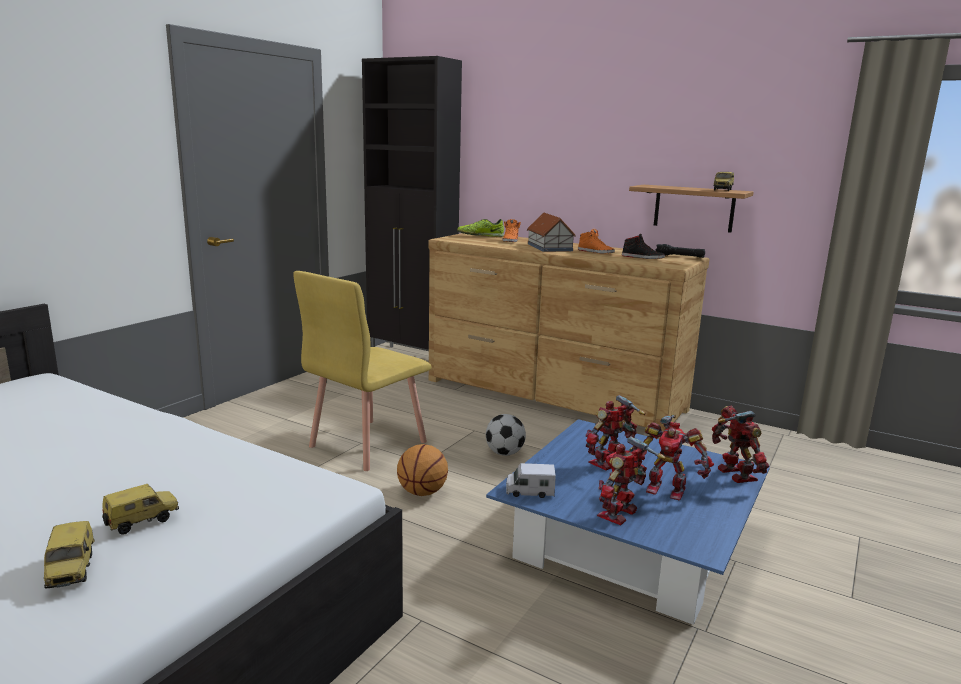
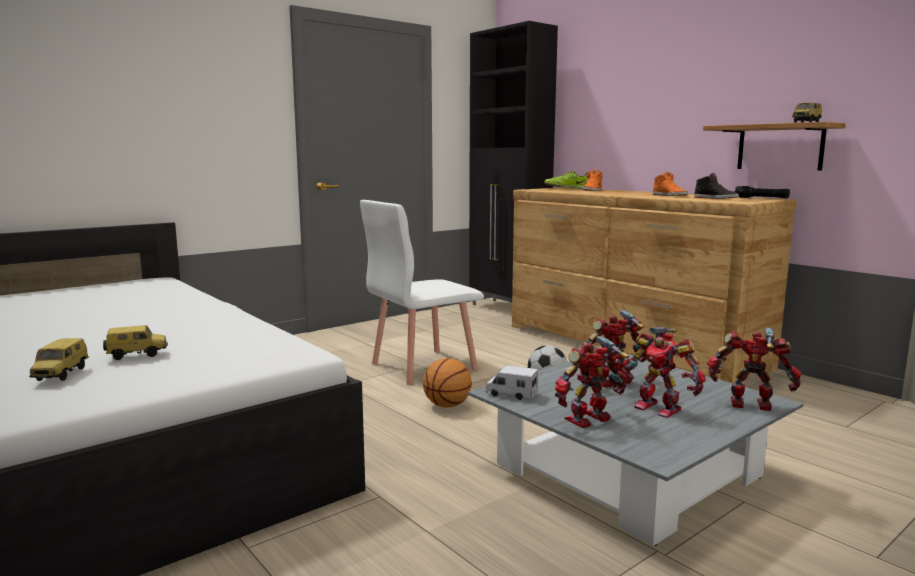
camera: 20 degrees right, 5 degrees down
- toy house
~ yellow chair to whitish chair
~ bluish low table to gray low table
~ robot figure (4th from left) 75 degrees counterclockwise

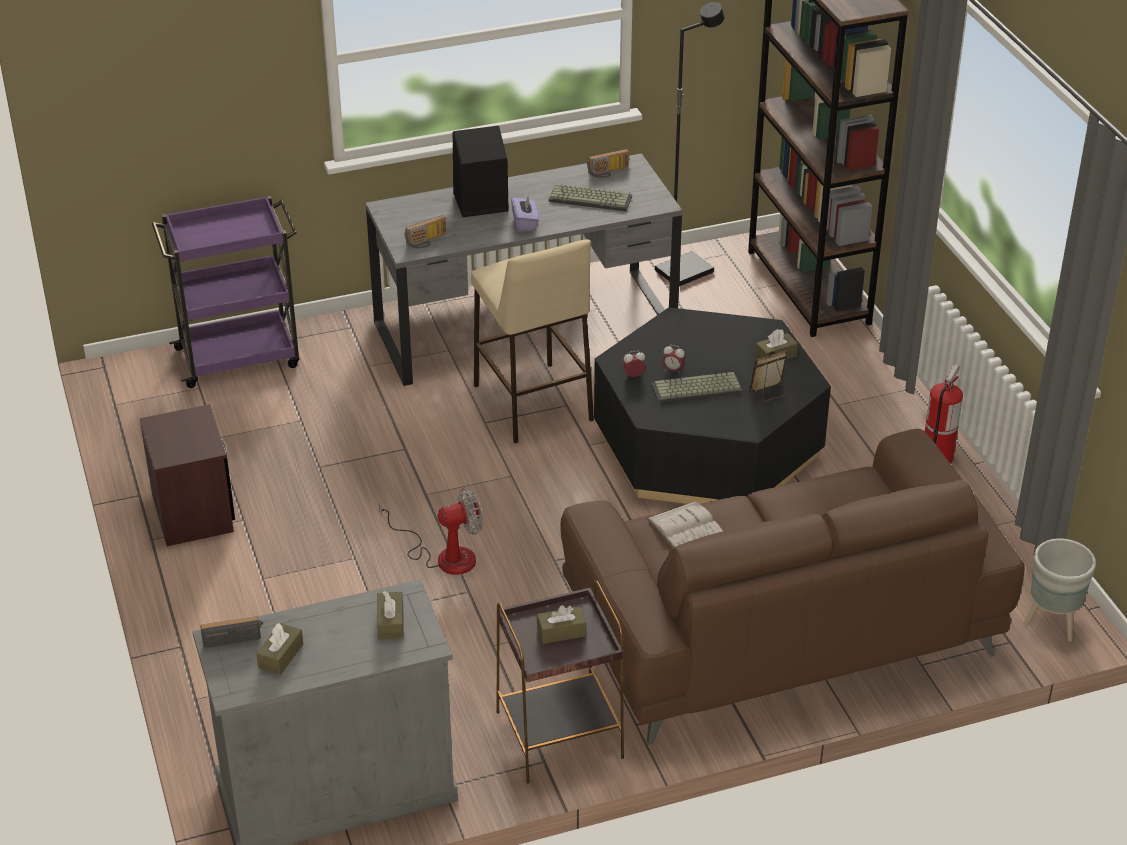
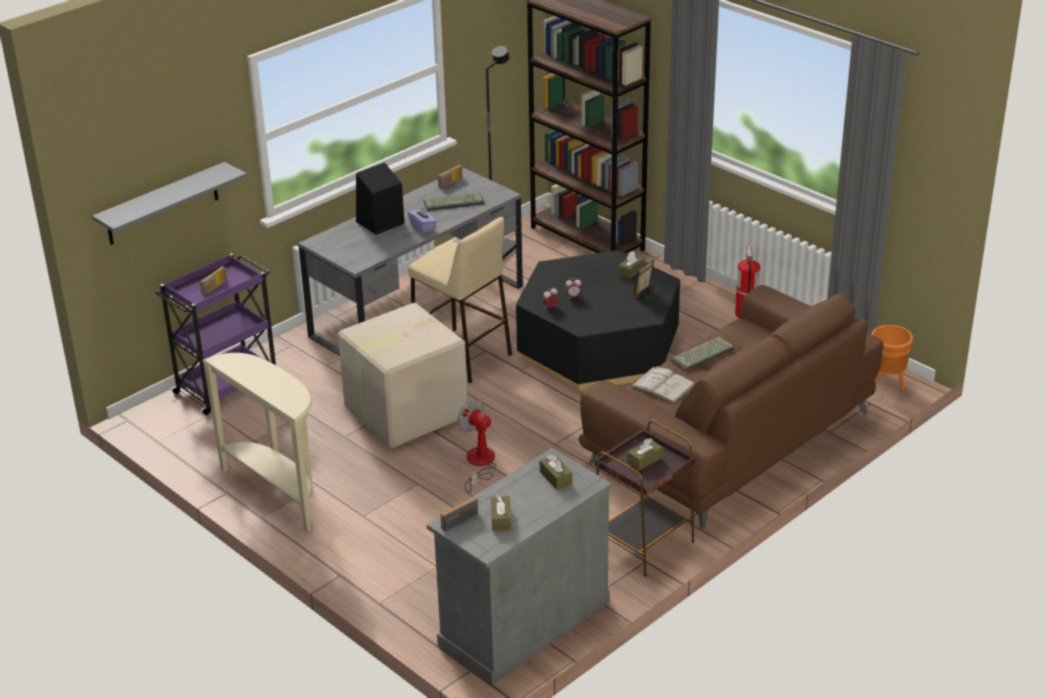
camera: 25 degrees left, 5 degrees down
+ gray bracket shelf
+ cardboard box
~ radio set (2nd from left in the first image) to radio set (1st from left)
~ keyboard (2nd from left)
~ brown-coloured nightstand to sand-coloured console table
~ gray plant pot to orangey plant pot
~ fan 90 degrees counterclockwise

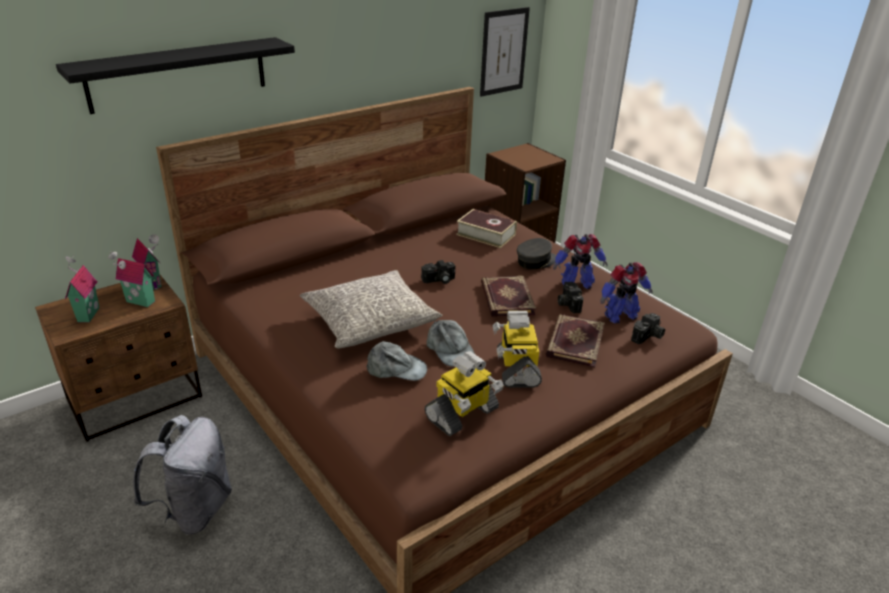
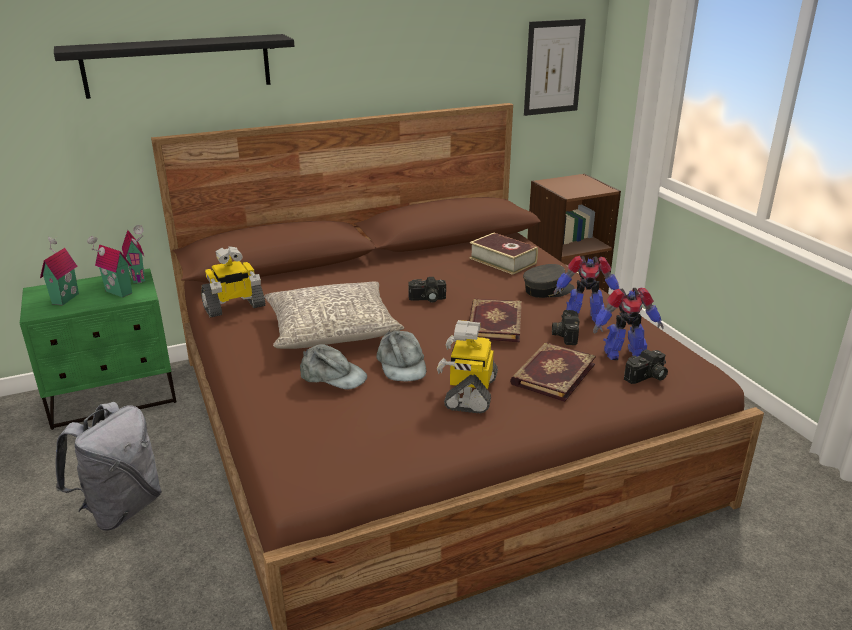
camera: 15 degrees right, 5 degrees down
~ robot figure (1st from left)
~ brown-coloured nightstand to green-coloured nightstand

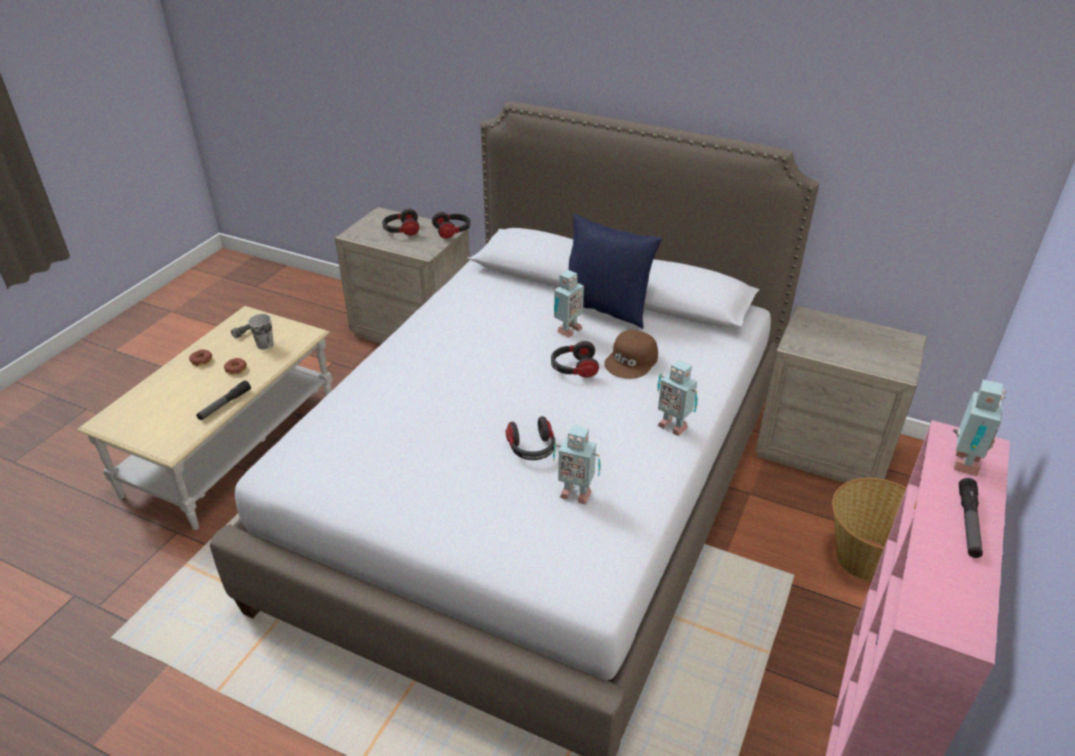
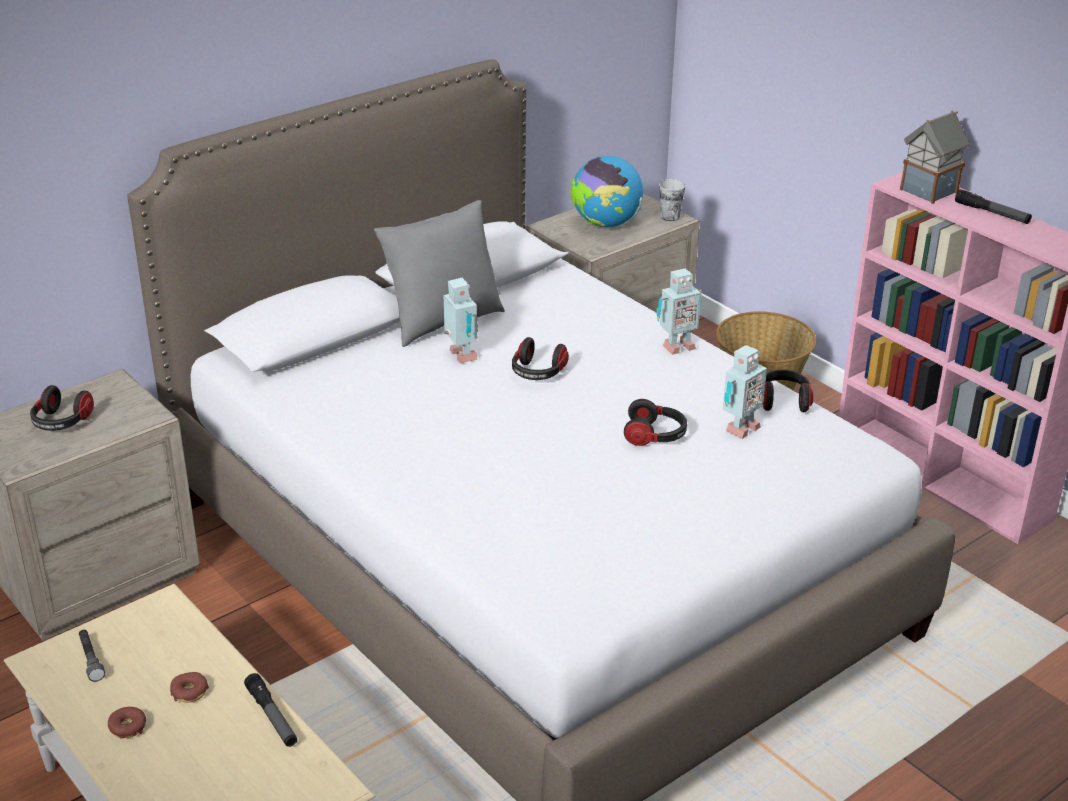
camera: 65 degrees left, 5 degrees down
- brown-coloured baseball cap
+ desk globe
~ drinking cup
~ headset (2nd from left in the first image) to headset (4th from left)
~ robot figure (4th from left) to toy house
~ bluish throw pillow to gray throw pillow

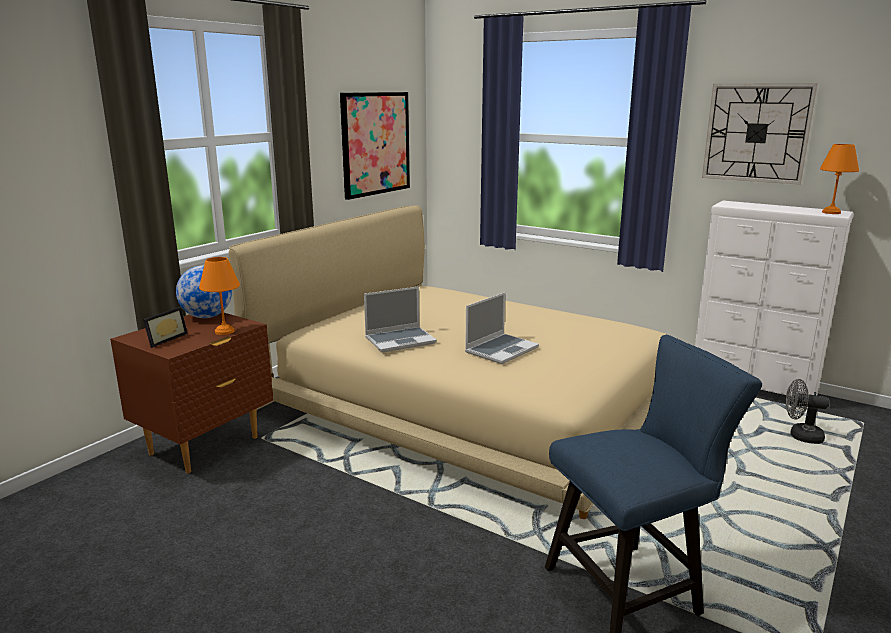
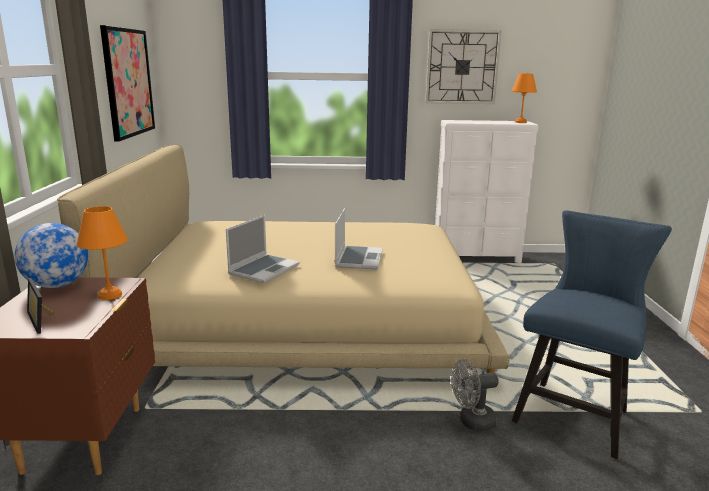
camera: 35 degrees left, 0 degrees up
~ gray fan
~ picture frame 150 degrees clockwise

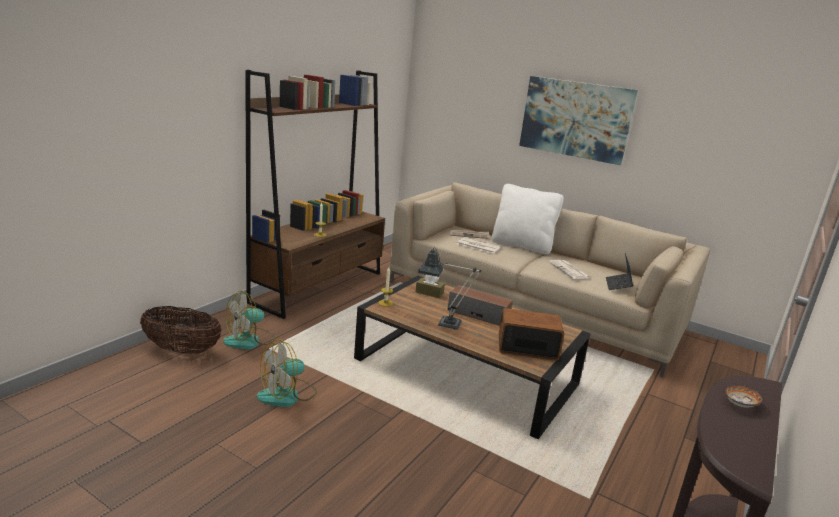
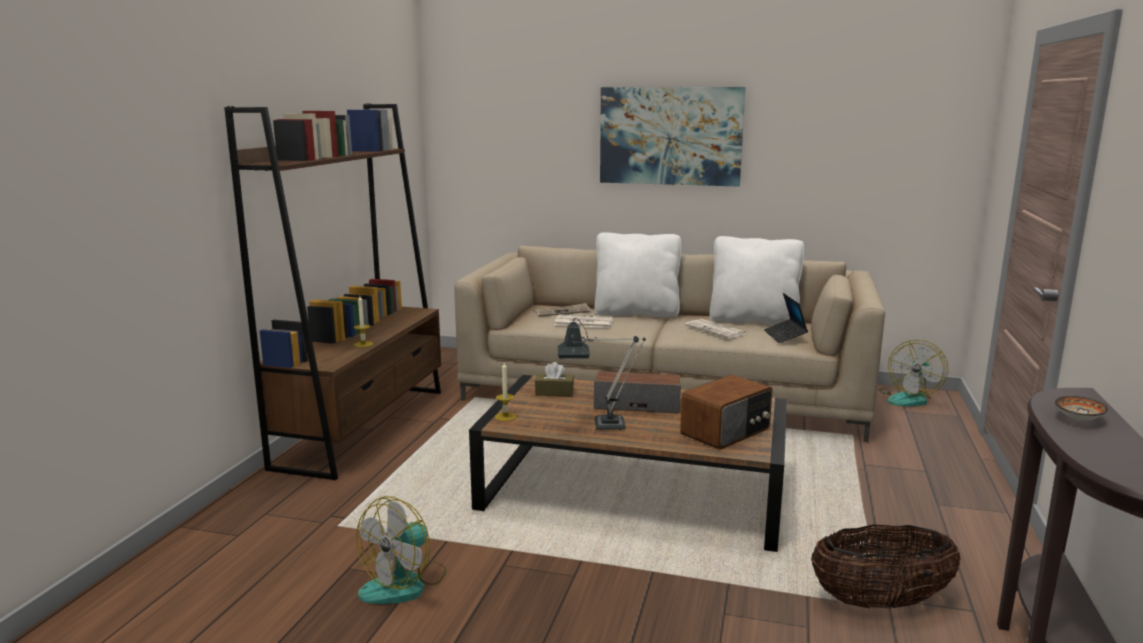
camera: 15 degrees left, 5 degrees down
+ whitish throw pillow (2nd from left)
~ basket
~ fan (1st from left in the first image) to fan (2nd from left)
~ radio set 150 degrees clockwise

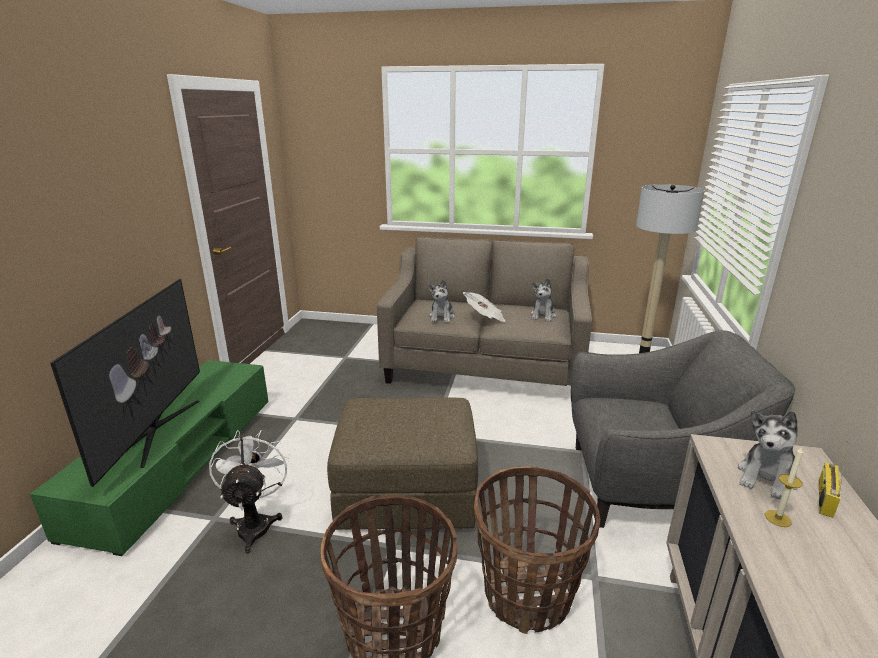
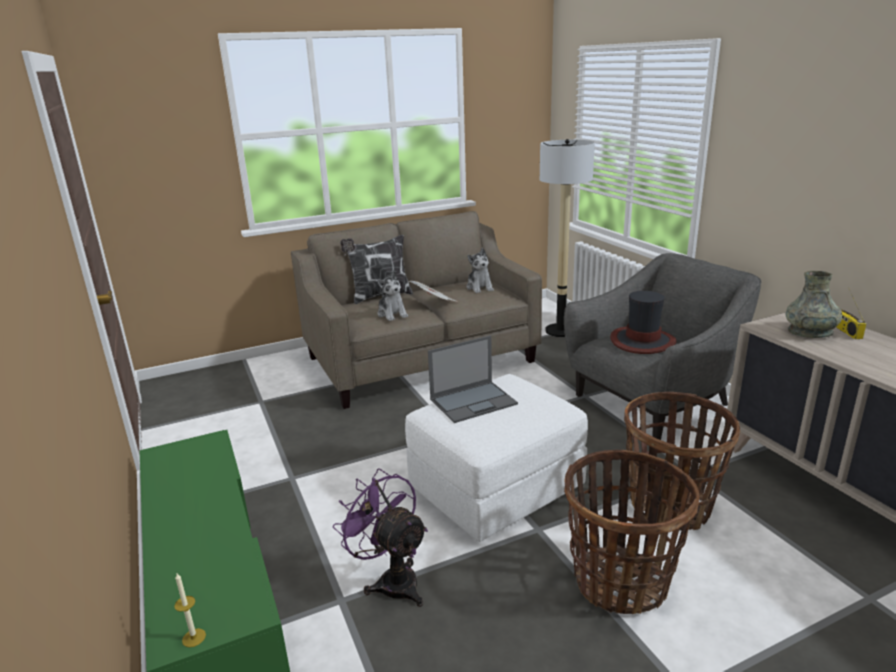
camera: 35 degrees left, 0 degrees up
- TV
+ throw pillow
+ laptop
+ clothing hat
~ wax candle
~ cuddly toy (3rd from left) to gray decorative vase
~ whitish fan to purple-coloured fan
~ brown-coloured footrest to whitish footrest

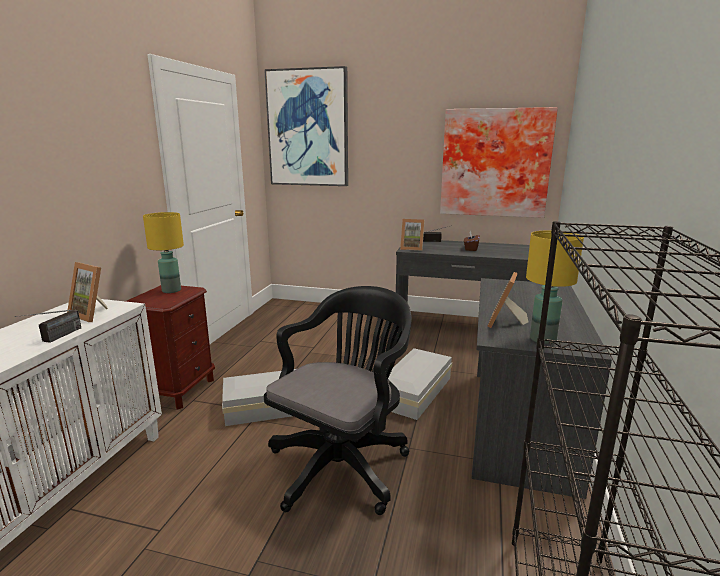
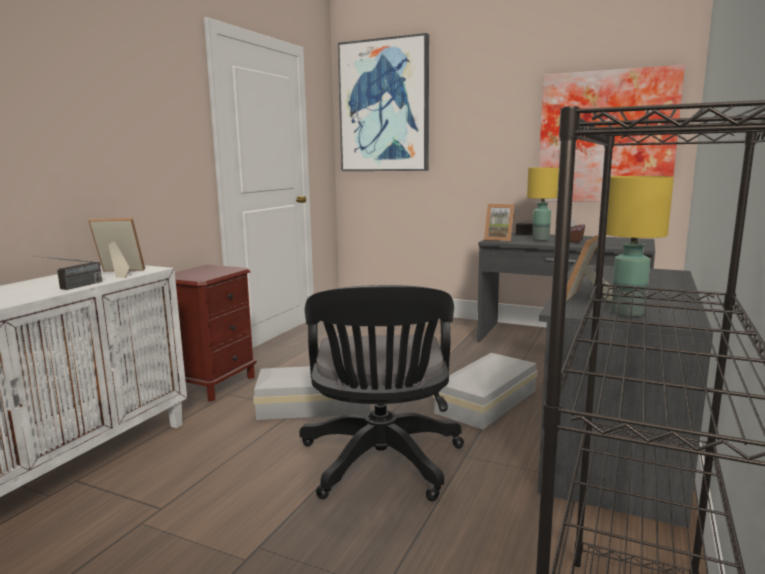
camera: 10 degrees right, 5 degrees down
~ yellow lamp for a table (1st from left)
~ picture frame (1st from left) 135 degrees clockwise
~ black computer chair 135 degrees clockwise

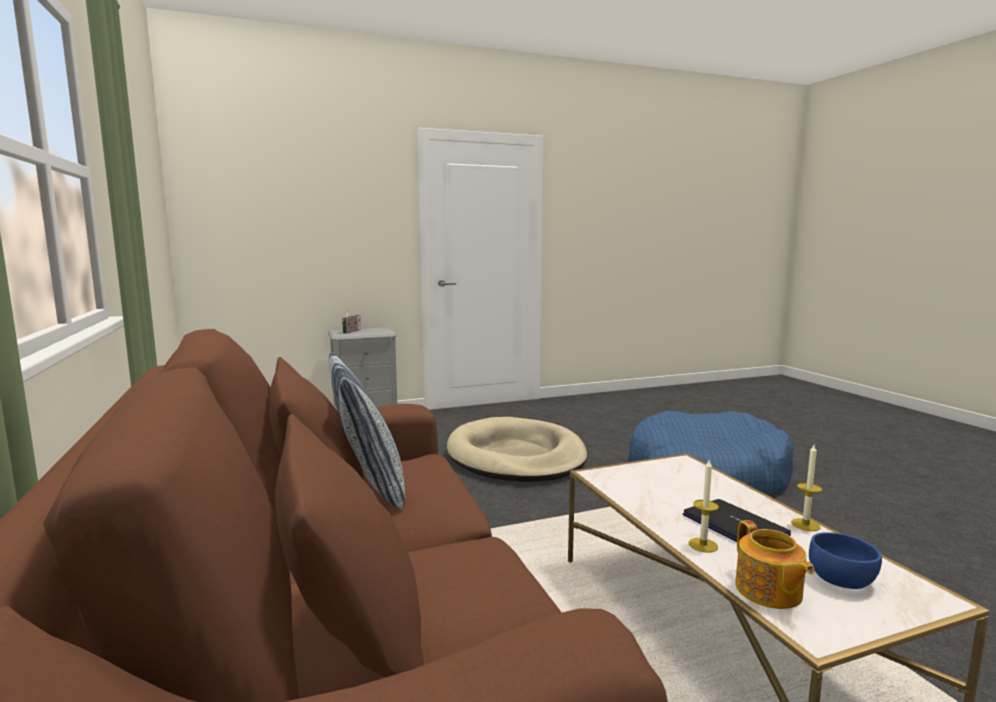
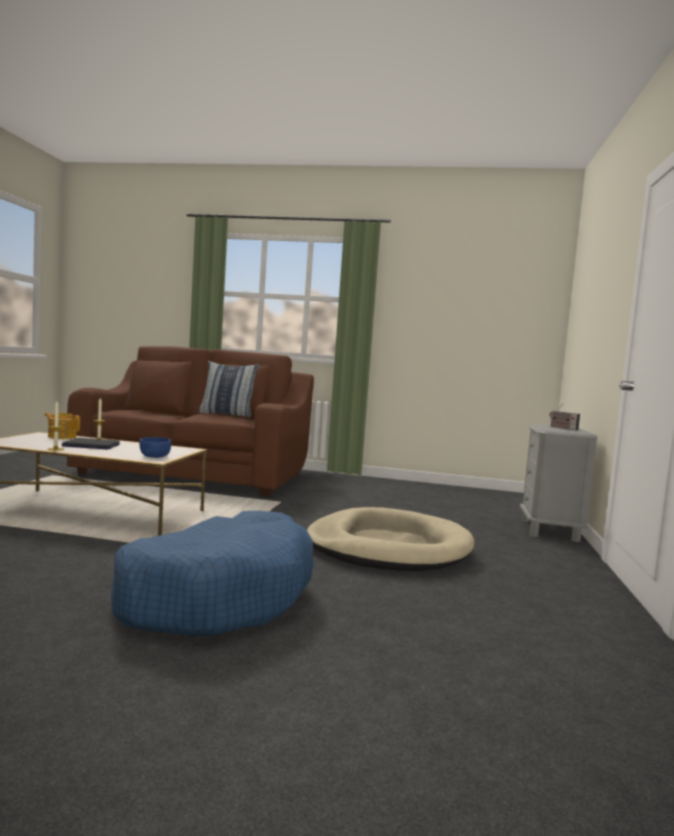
camera: 120 degrees right, 5 degrees down
~ bluish deep dish

